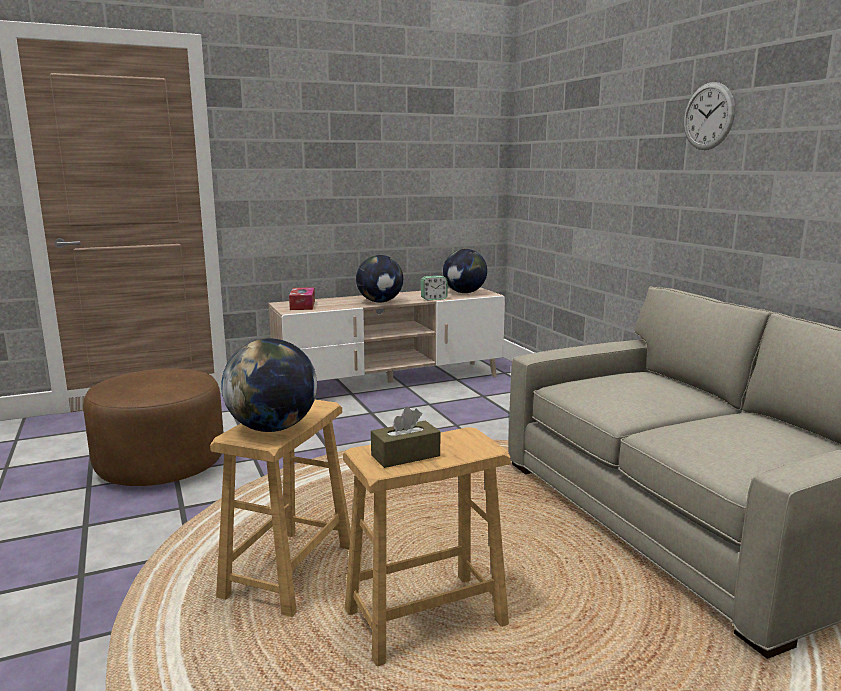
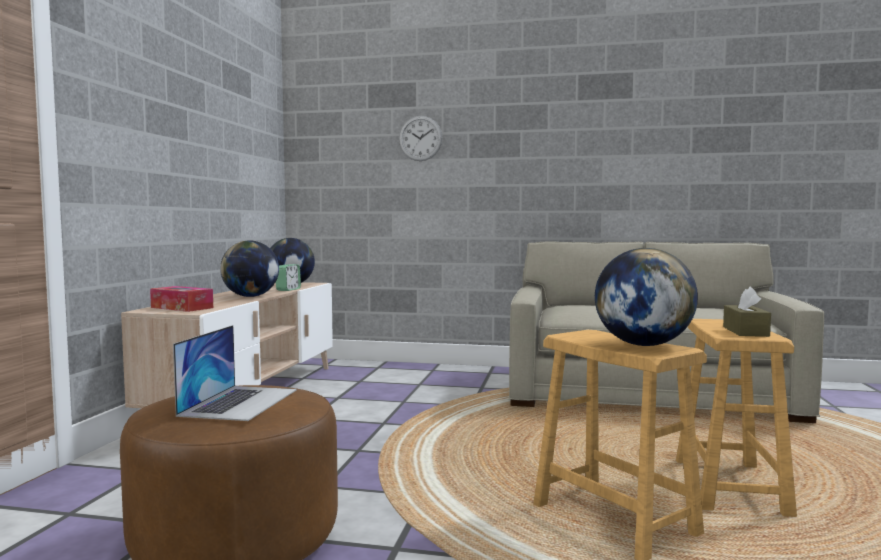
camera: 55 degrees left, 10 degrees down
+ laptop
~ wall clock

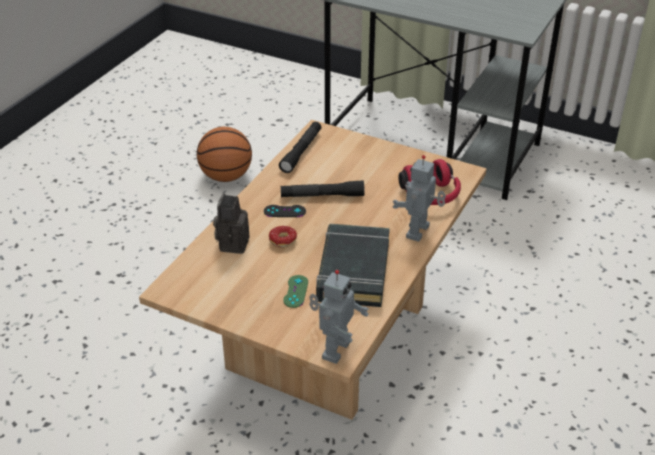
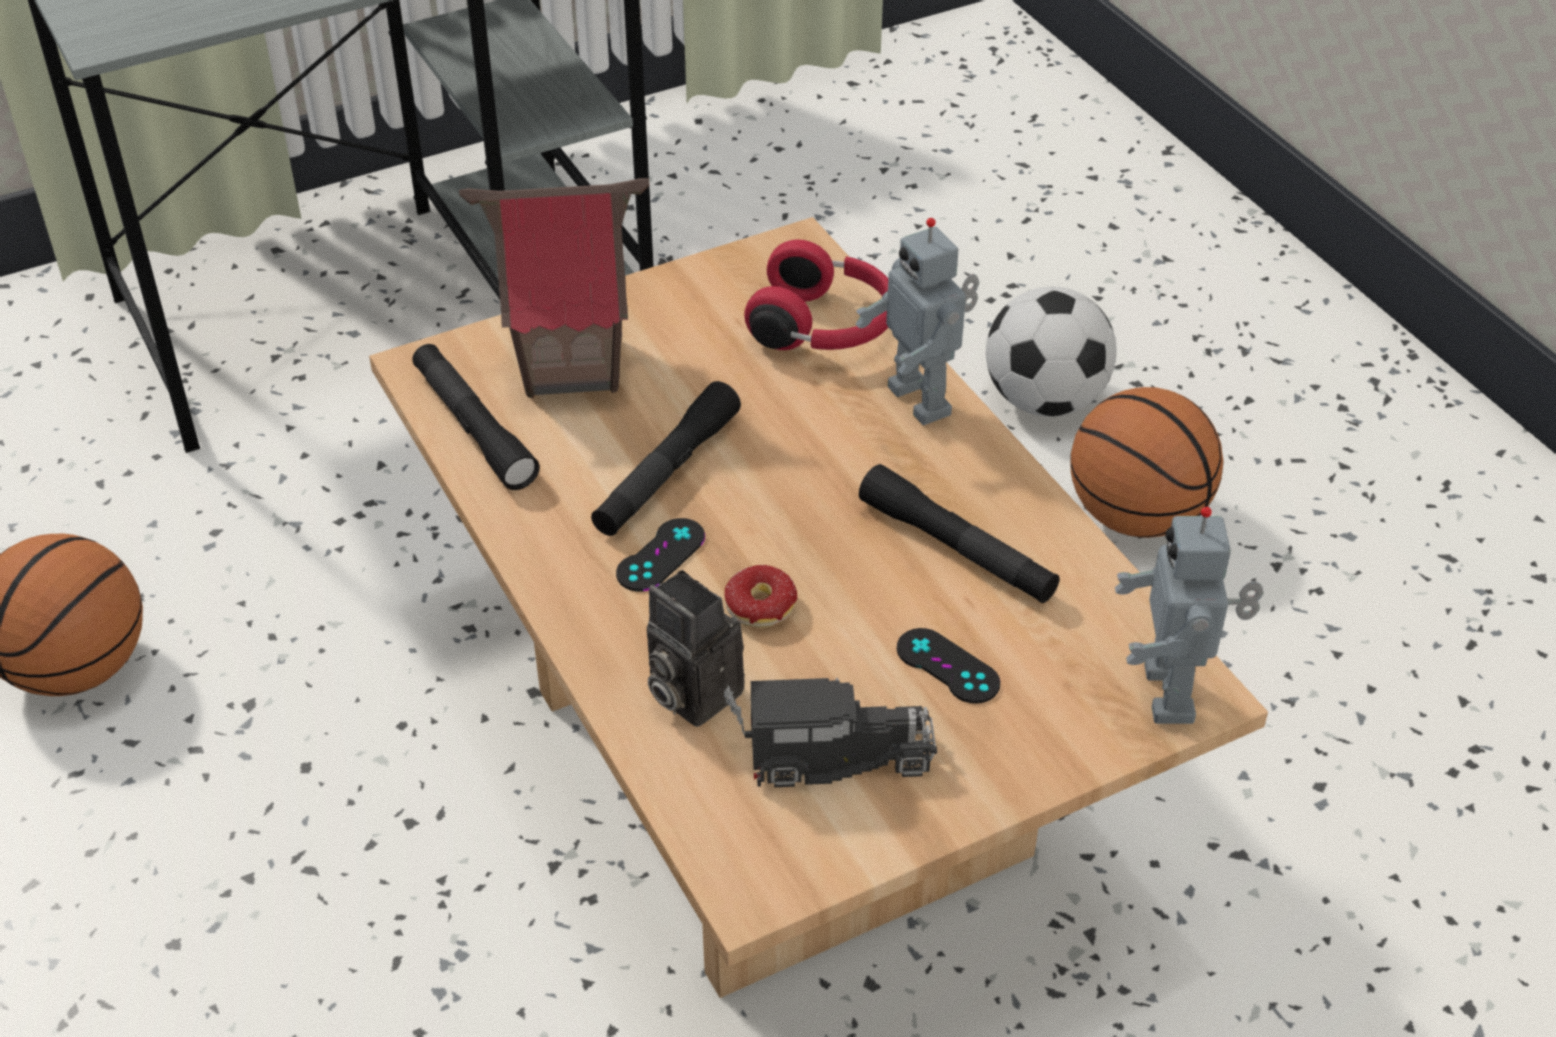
camera: 55 degrees left, 5 degrees up
+ toy house
+ toy truck
+ football
+ basketball ball (2nd from left)
~ black volume to black torch (3rd from left)
~ green-coloured game controller to black game controller (2nd from left)
~ robot figure (1st from left in the first image) 150 degrees counterclockwise

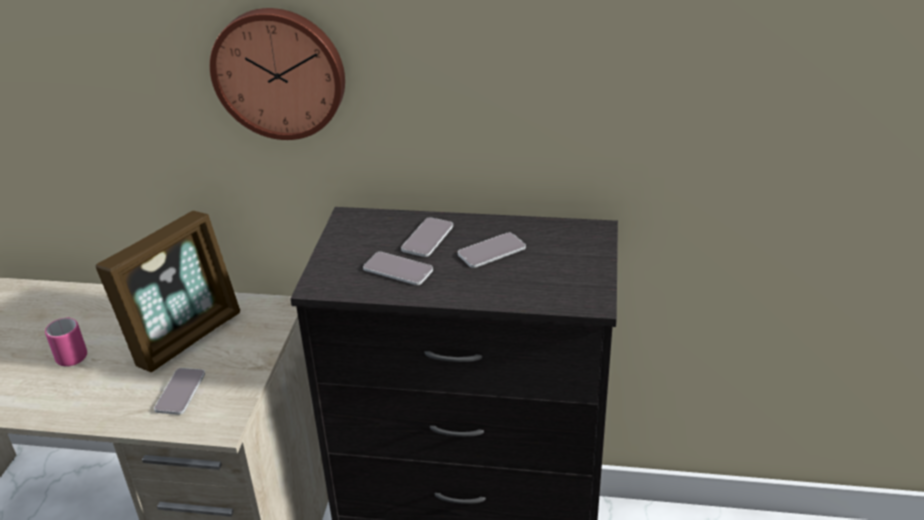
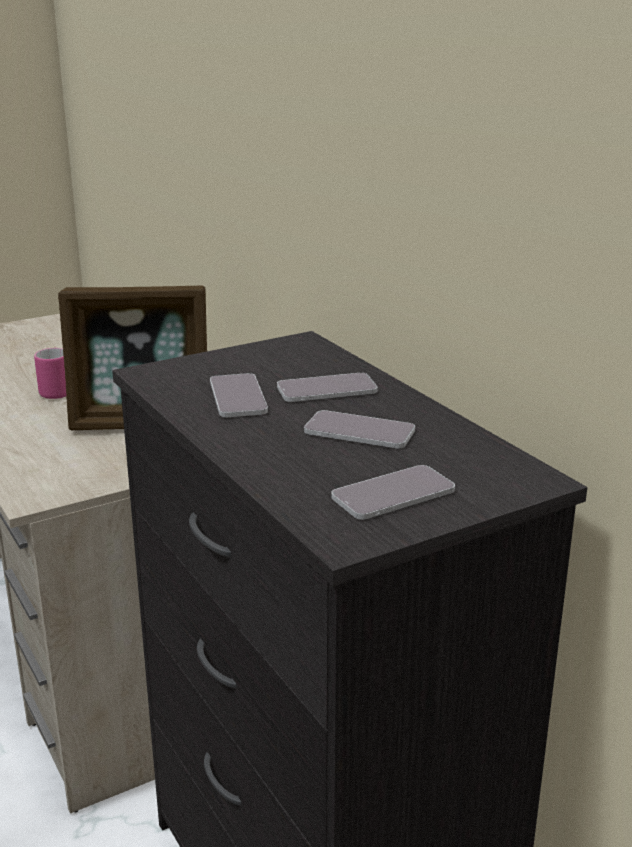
camera: 50 degrees right, 10 degrees down
- wall clock
~ telephone (1st from left in the first image) to telephone (4th from left)

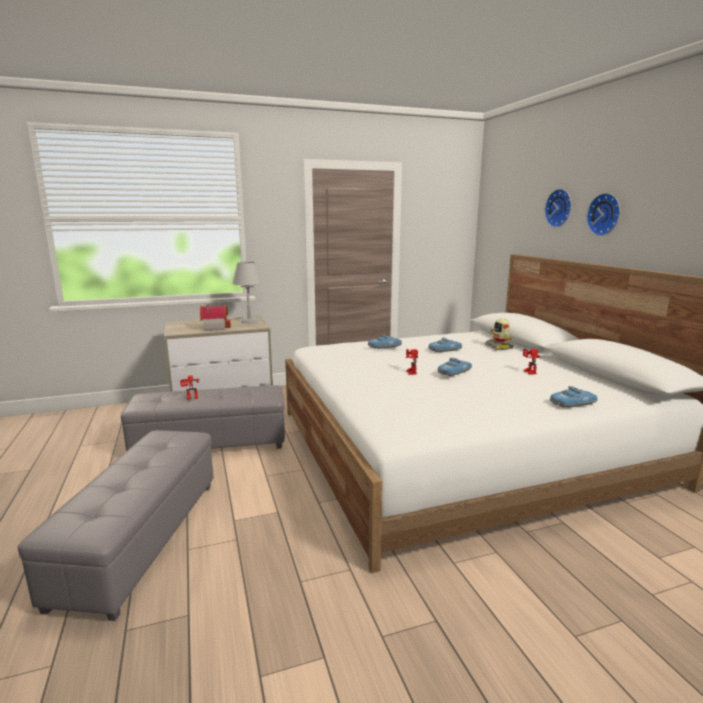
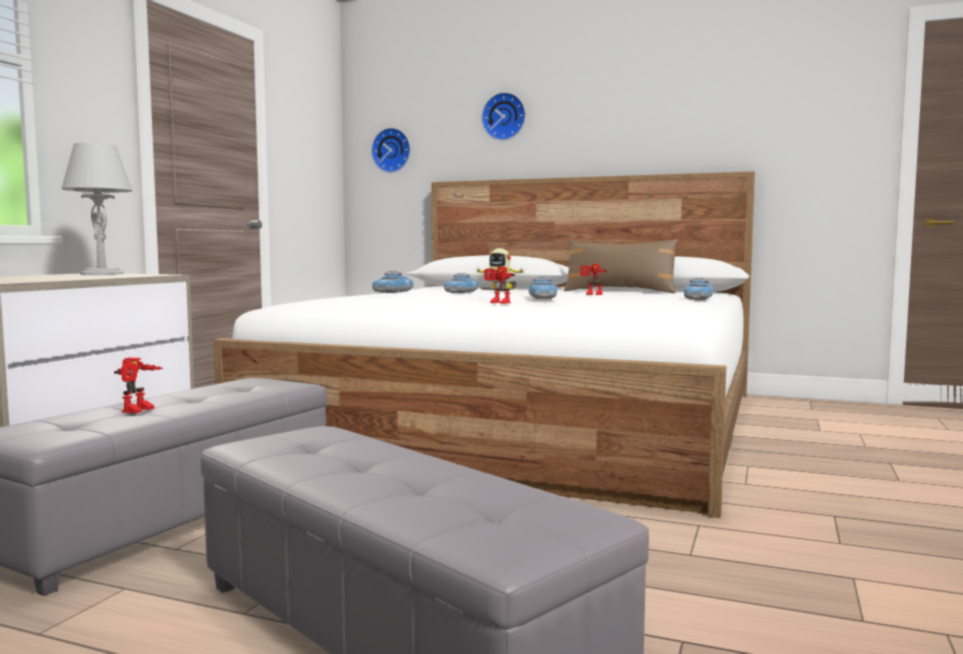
camera: 50 degrees left, 10 degrees down
- toy house
+ brown-coloured throw pillow
~ wall clock (2nd from left in the first image) to wall clock (1st from left)

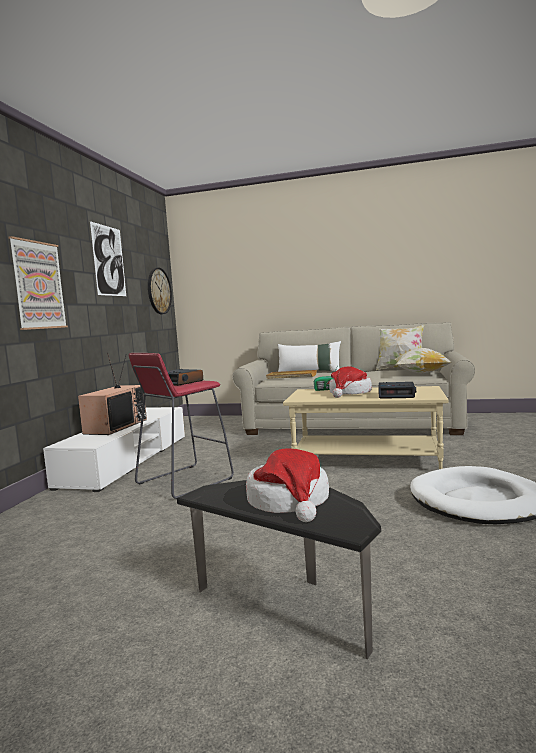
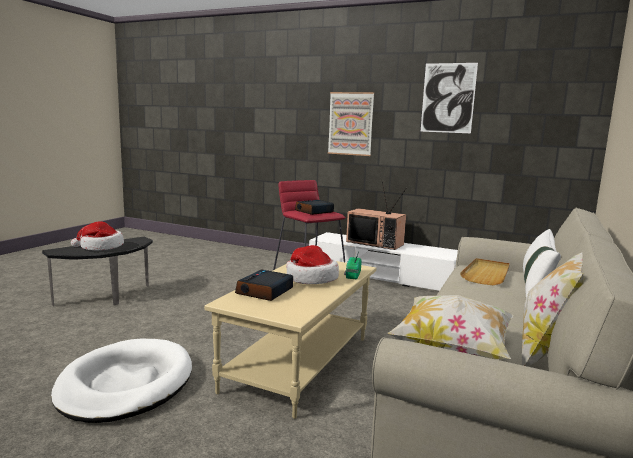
camera: 100 degrees right, 5 degrees up
- wall clock

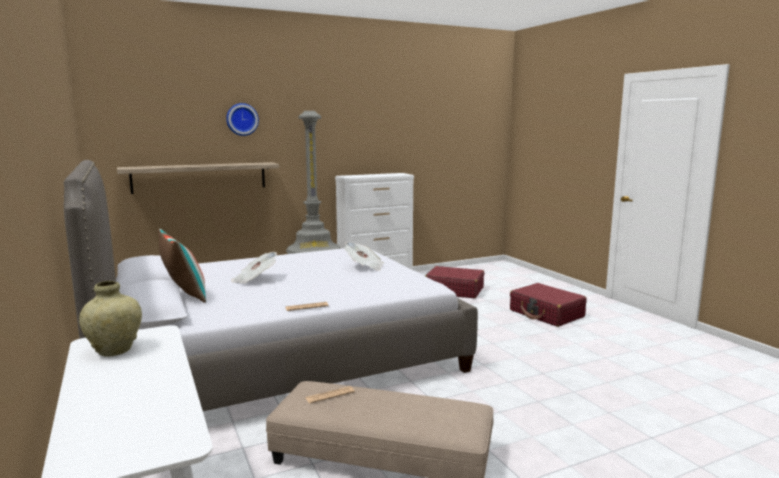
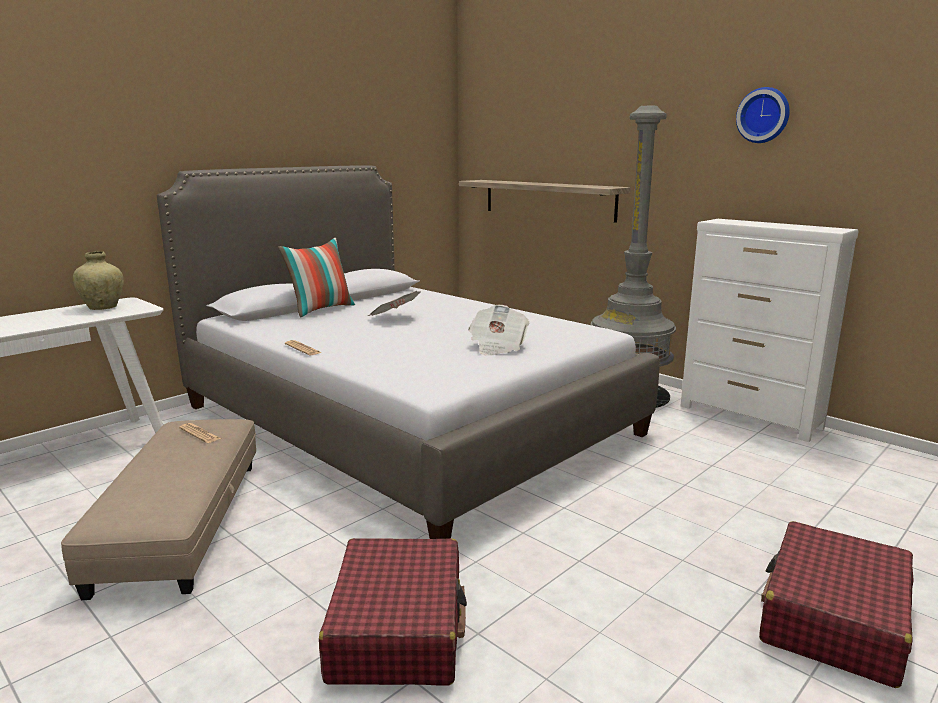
camera: 70 degrees right, 5 degrees up
~ wall clock
~ reddish travel case (1st from left)

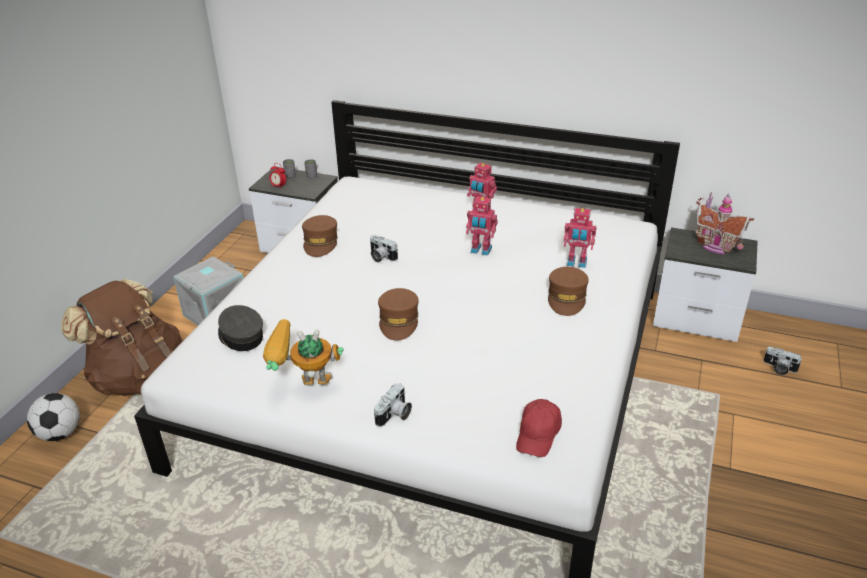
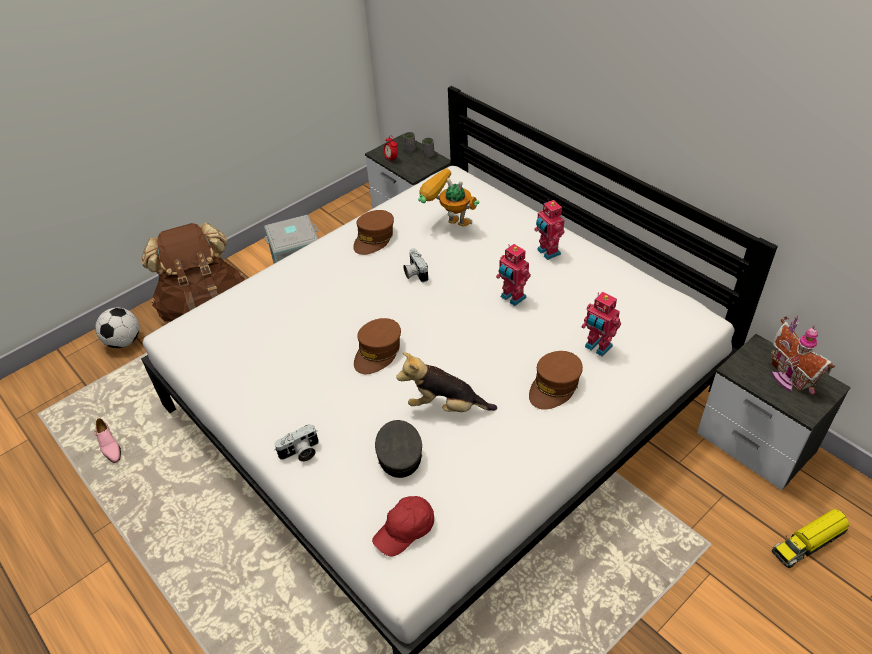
camera: 30 degrees right, 10 degrees up
+ pink shoe
+ cuddly toy
~ gray baseball cap
~ robot figure (1st from left)
~ still camera (3rd from left) to toy truck

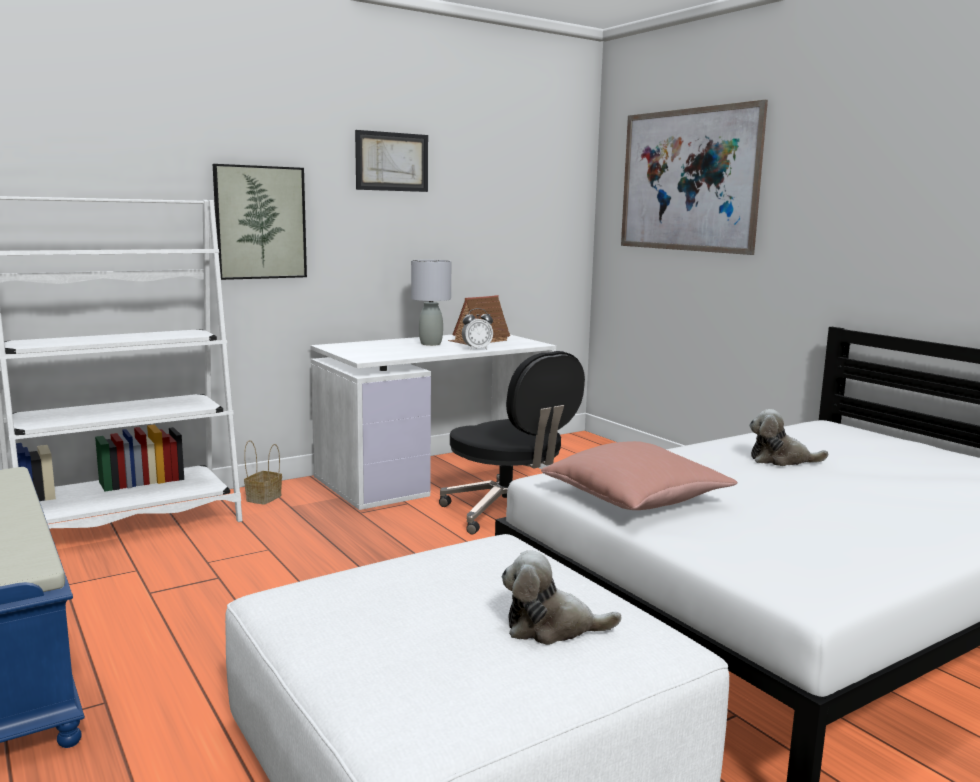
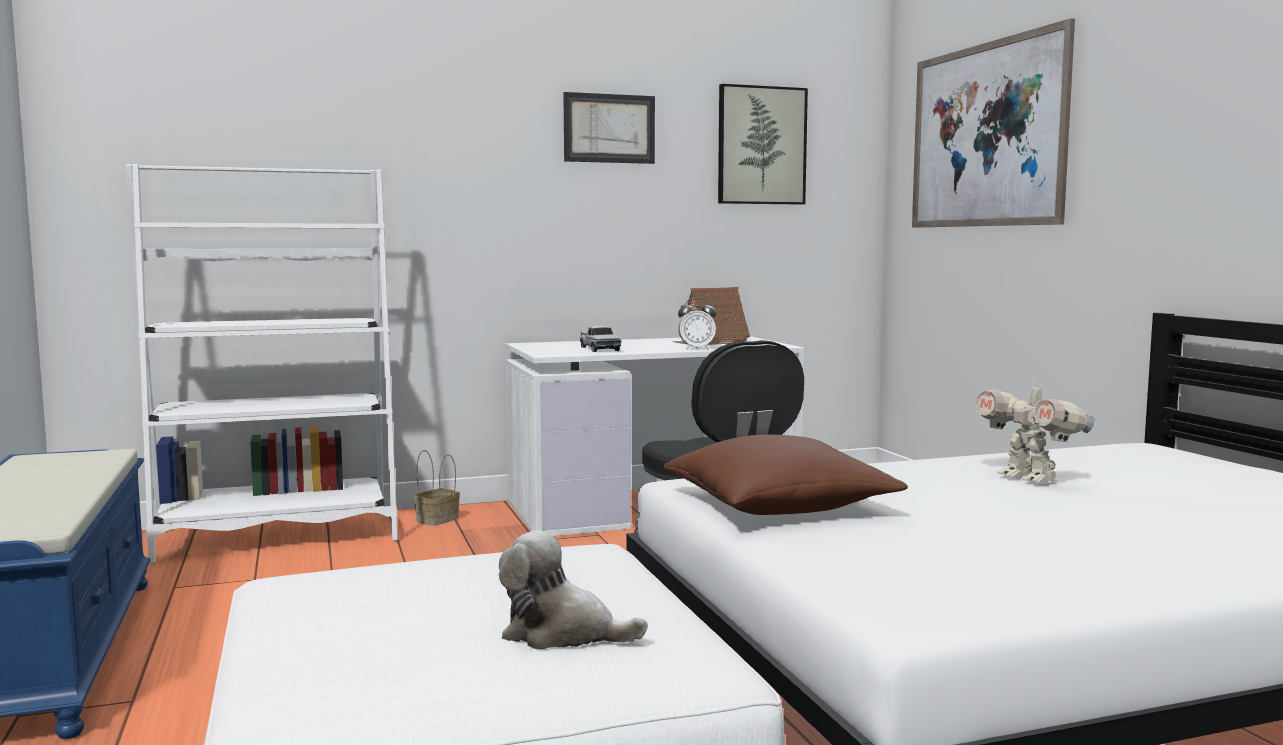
camera: 15 degrees right, 5 degrees down
- gray lamp for a table
+ toy truck
~ wall picture (1st from left in the first image) to wall picture (2nd from left)
~ cuddly toy (2nd from left) to robot figure
~ pink throw pillow to brown-coloured throw pillow

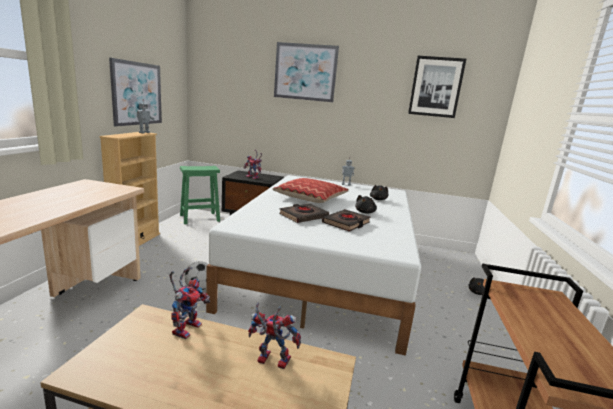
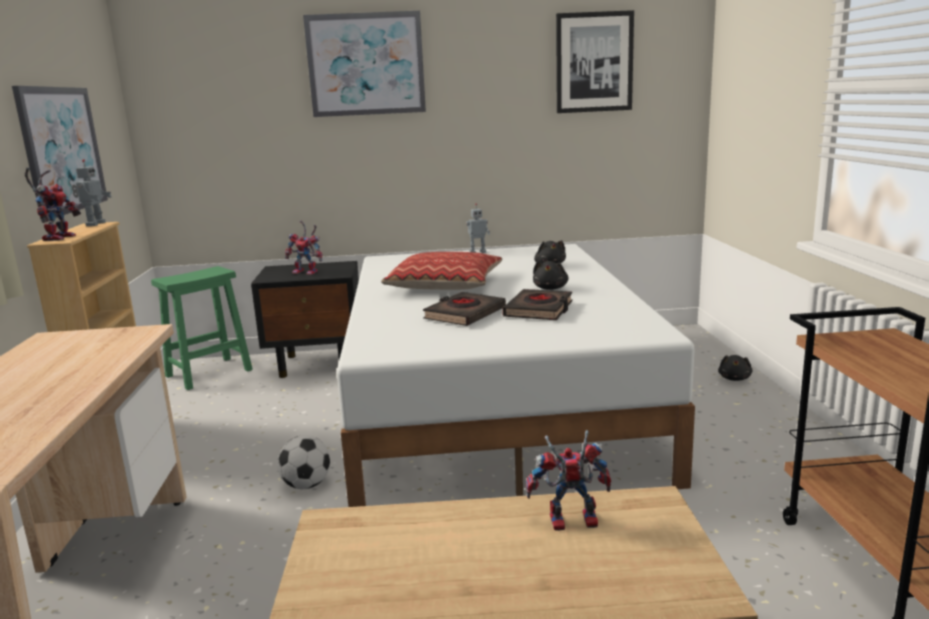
camera: 15 degrees left, 0 degrees up
~ robot figure (2nd from left in the first image) to robot figure (1st from left)

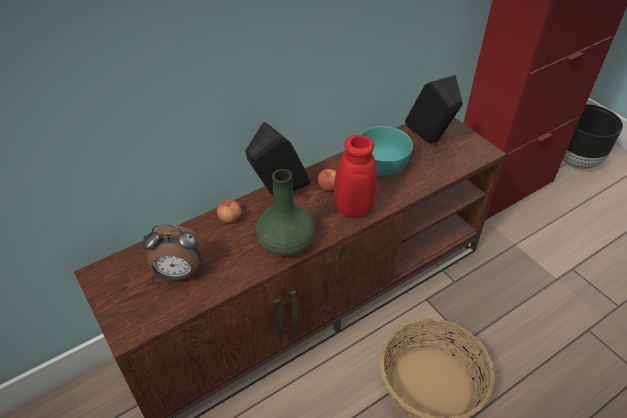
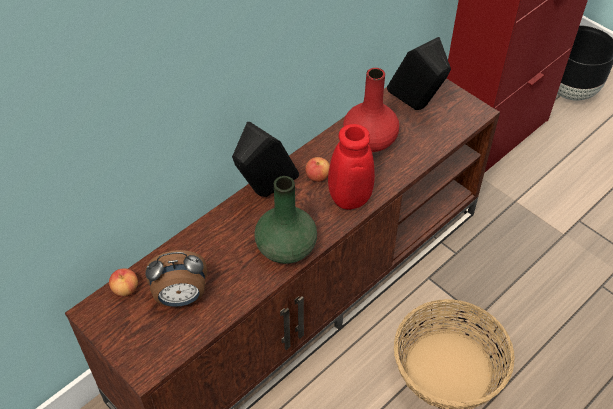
camera: 10 degrees left, 5 degrees up
~ apple (1st from left)
~ turquoise-coloured deep dish to reddish decorative vase (2nd from left)

